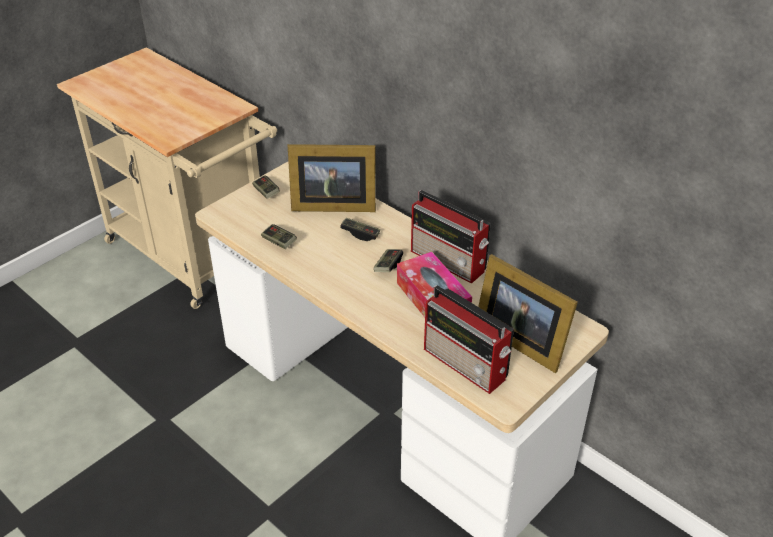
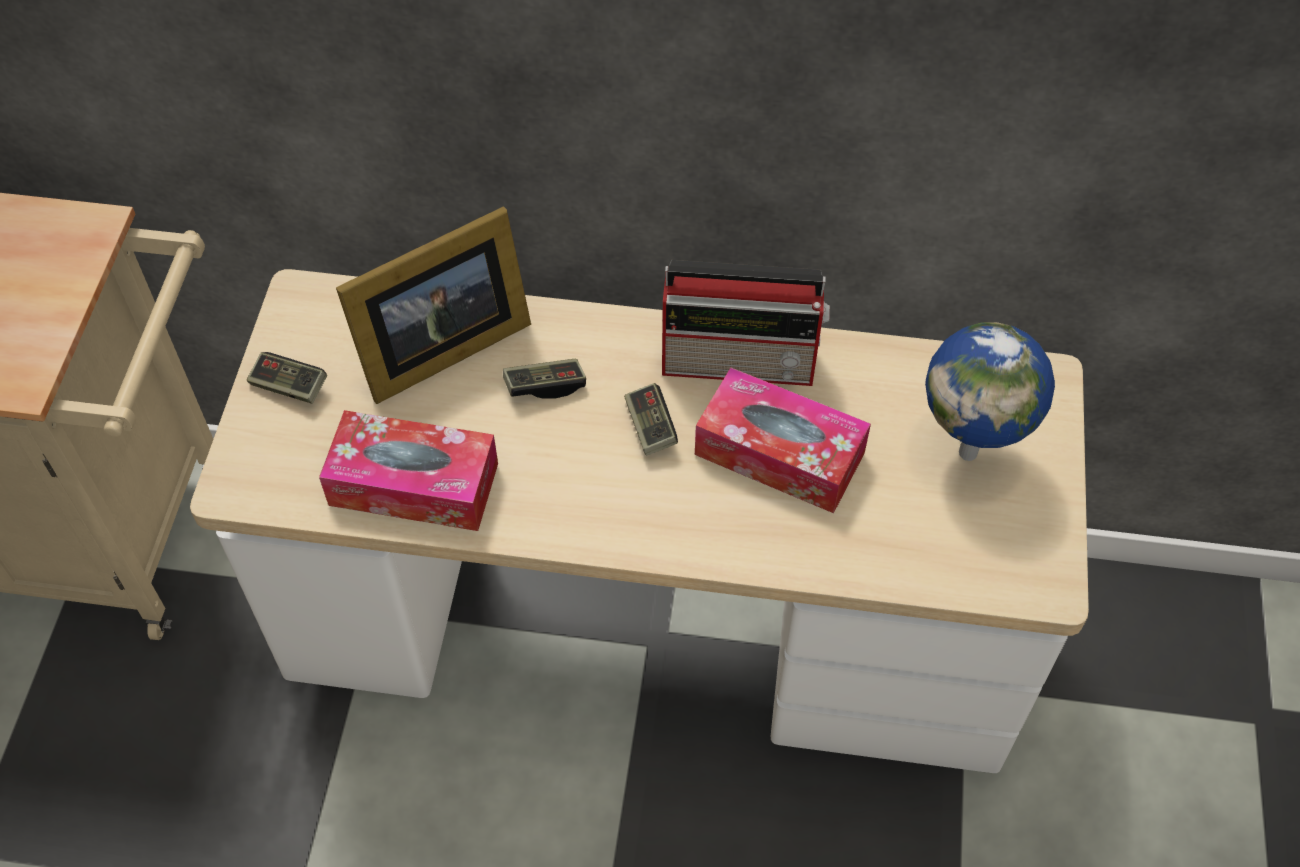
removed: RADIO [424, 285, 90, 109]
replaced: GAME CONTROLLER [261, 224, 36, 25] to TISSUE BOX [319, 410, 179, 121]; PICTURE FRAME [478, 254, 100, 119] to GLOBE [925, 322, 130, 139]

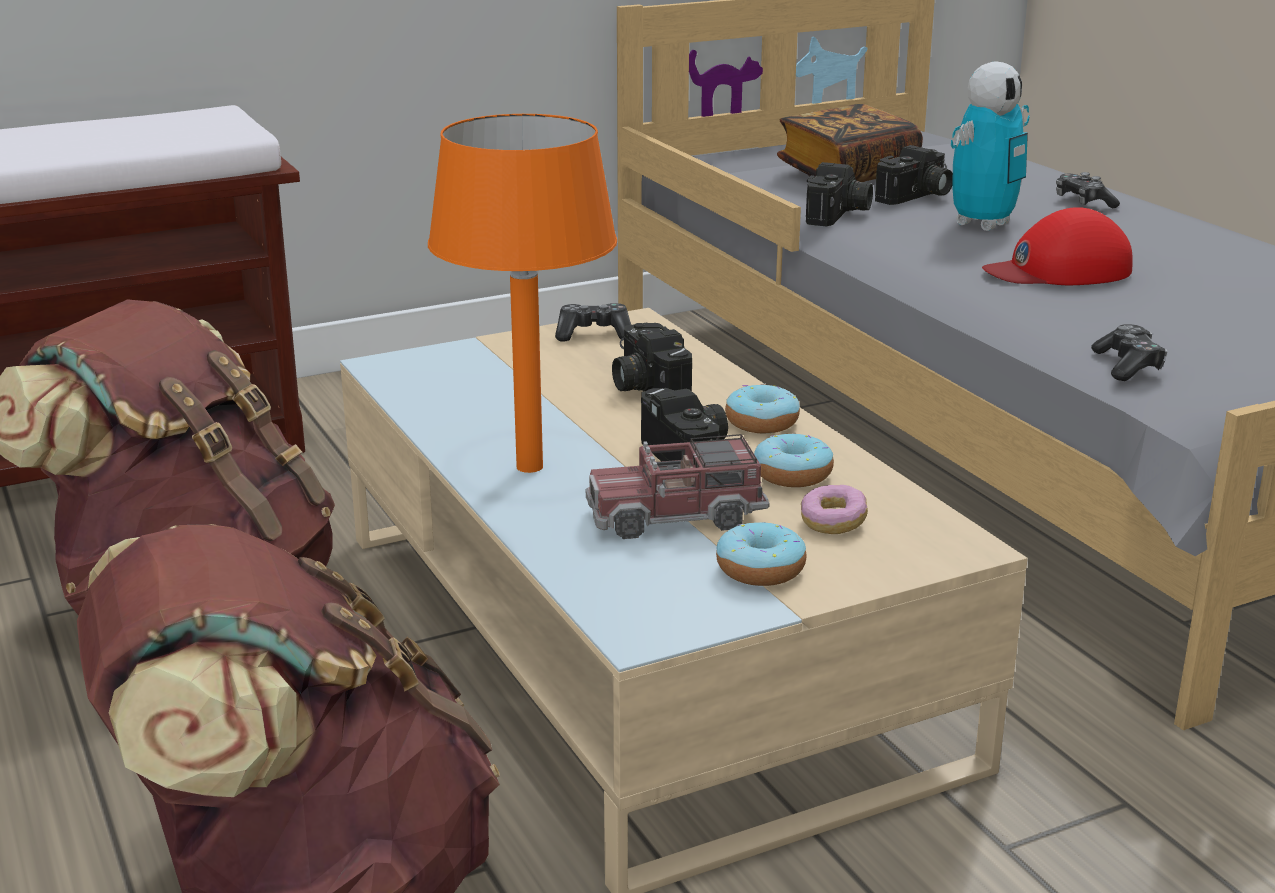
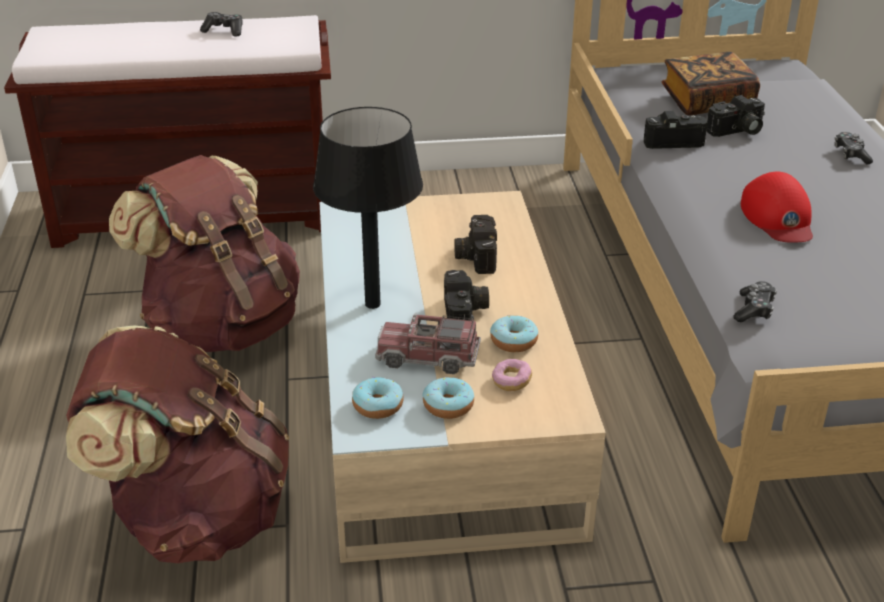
removed: TOY ROBOT [951, 61, 79, 170]
moved: GAME CONTROLLER [555, 303, 76, 39] to [200, 12, 43, 24]; DONUT [725, 383, 75, 50] to [352, 377, 52, 42]
recoloured: ORANGE TABLE LAMP [428, 114, 189, 359] to BLACK TABLE LAMP [313, 107, 110, 202]
turned: PHOTO CAMERA [806, 162, 67, 65] = [643, 111, 65, 38] 135 degrees counterclockwise; RED CAP [982, 207, 151, 78] = [741, 171, 72, 72] 105 degrees counterclockwise

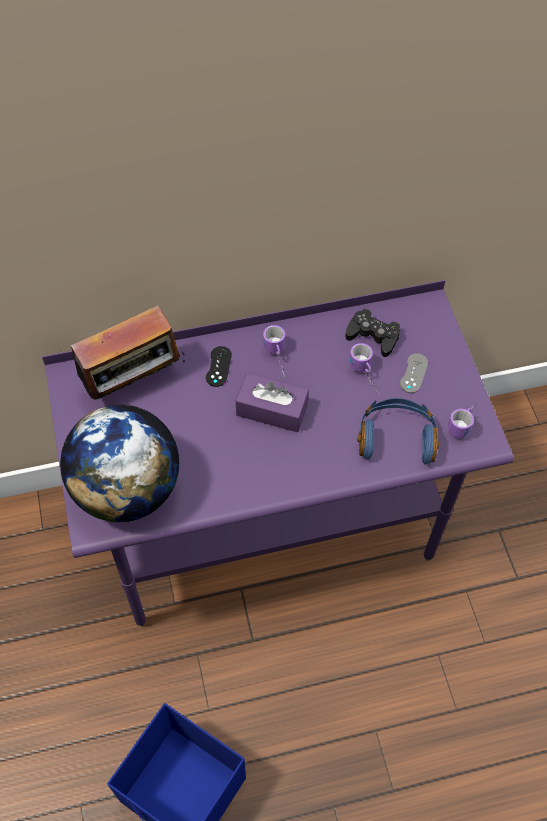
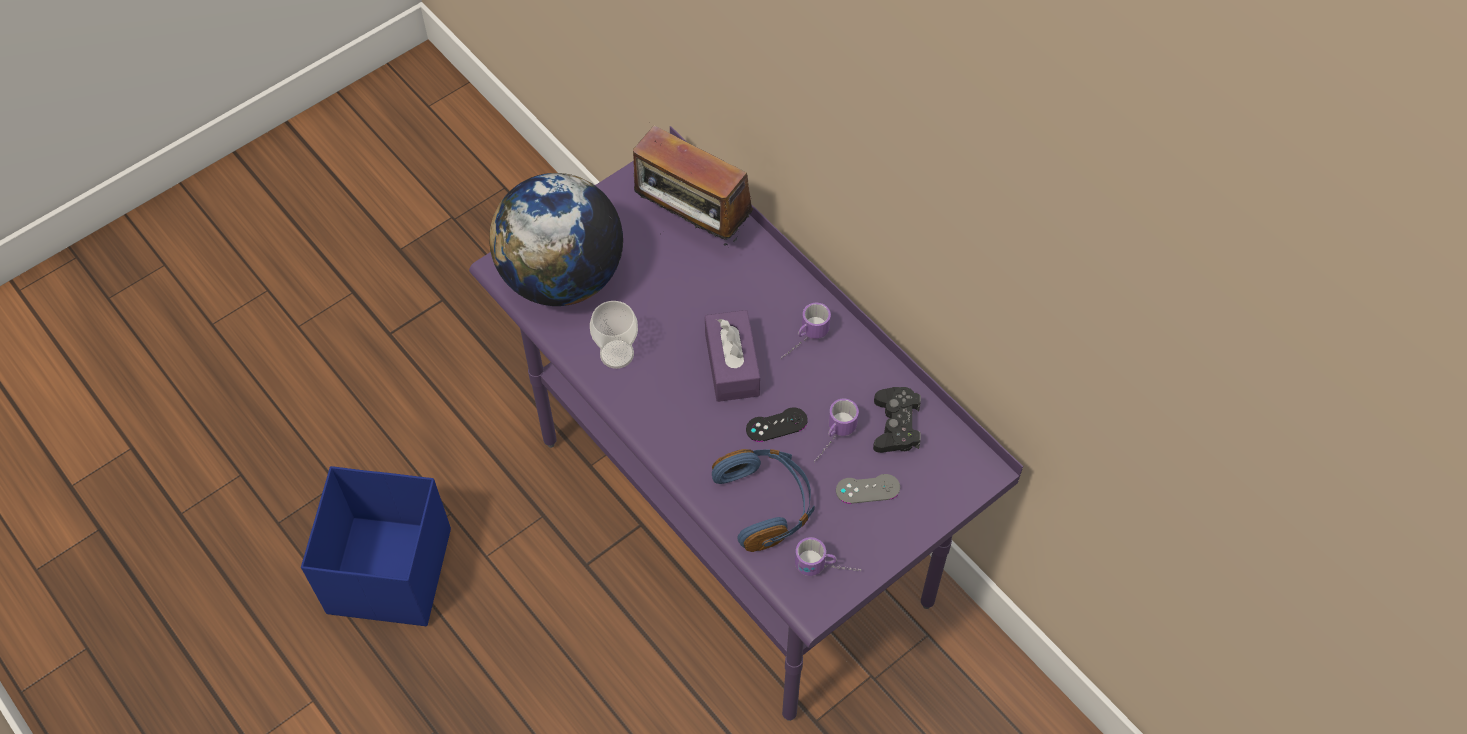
added: CUP [590, 301, 48, 68]
moved: BLACK GAME CONTROLLER [206, 346, 26, 41] to [746, 407, 62, 35]

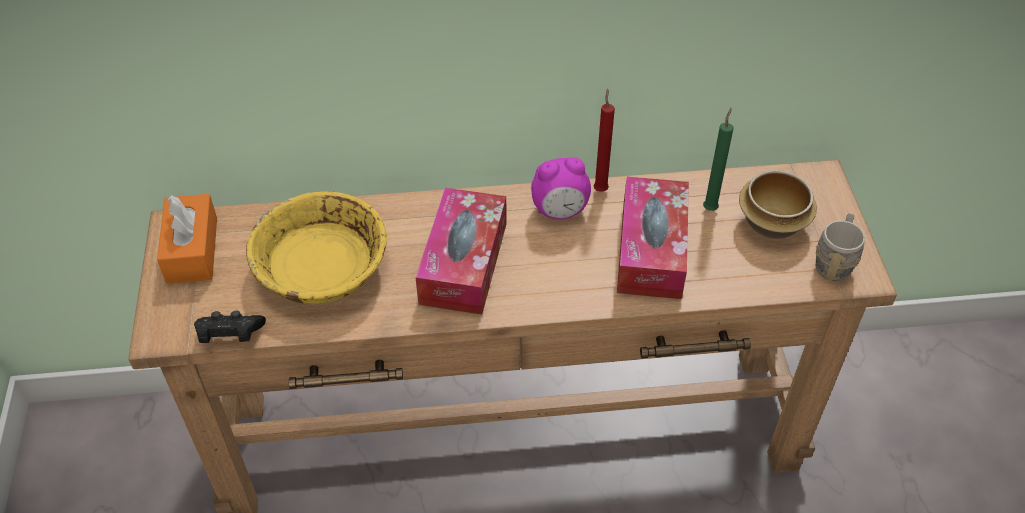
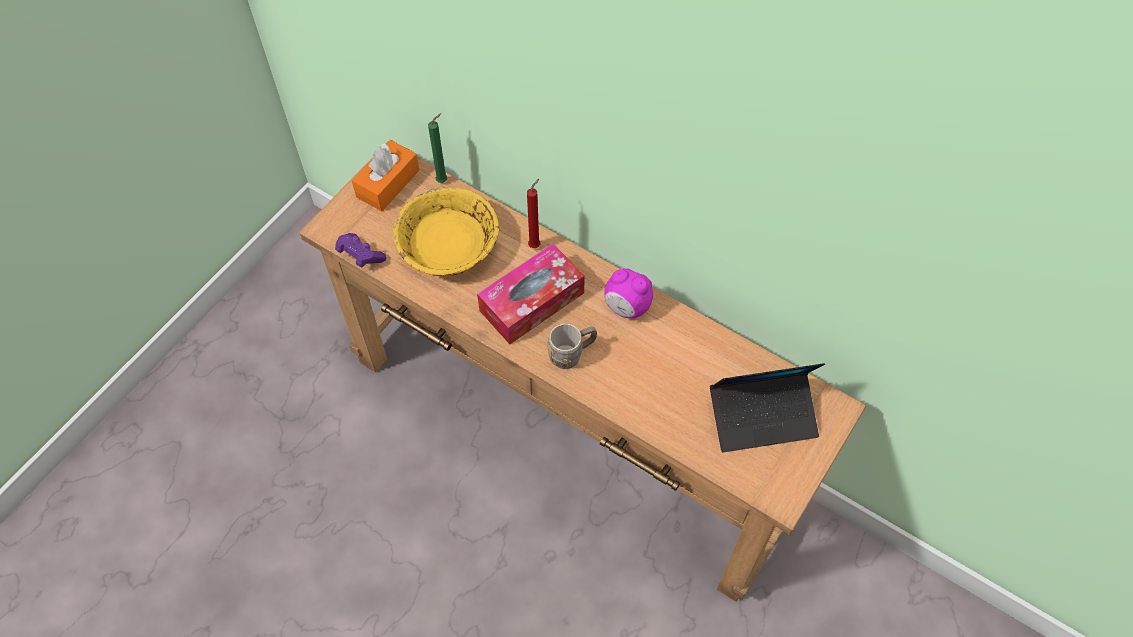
removed: TISSUE BOX [617, 177, 72, 122]
moved: RED CANDLE [594, 88, 21, 104] to [527, 179, 13, 69]; GREEN CANDLE [703, 108, 30, 103] to [428, 113, 19, 70]; GREY MUG [816, 213, 49, 68] to [548, 324, 49, 45]
replaced: BOWL [739, 170, 78, 69] to LAPTOP [710, 363, 115, 89]
recoloured: BLACK GAME CONTROLLER [194, 311, 72, 32] to PURPLE GAME CONTROLLER [335, 233, 52, 35]

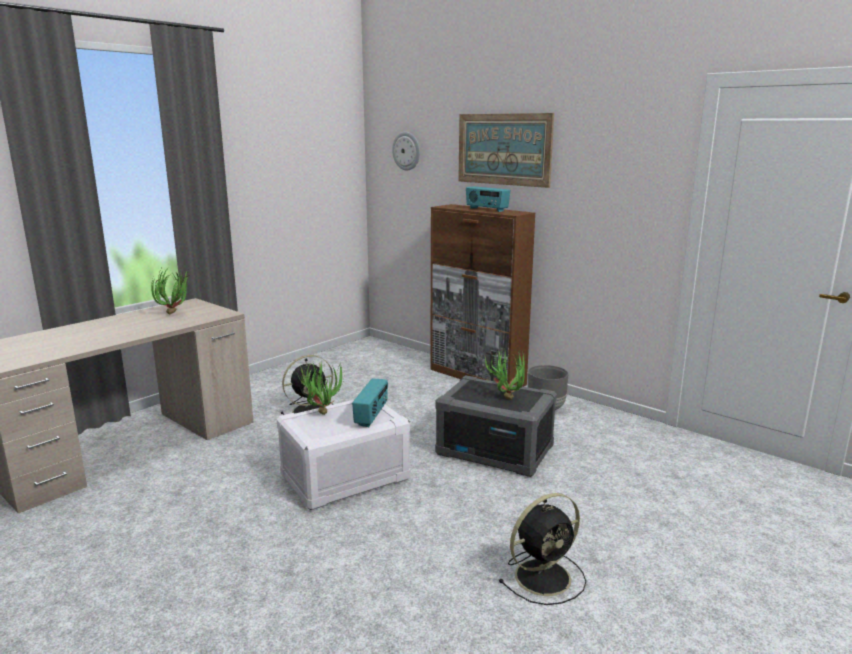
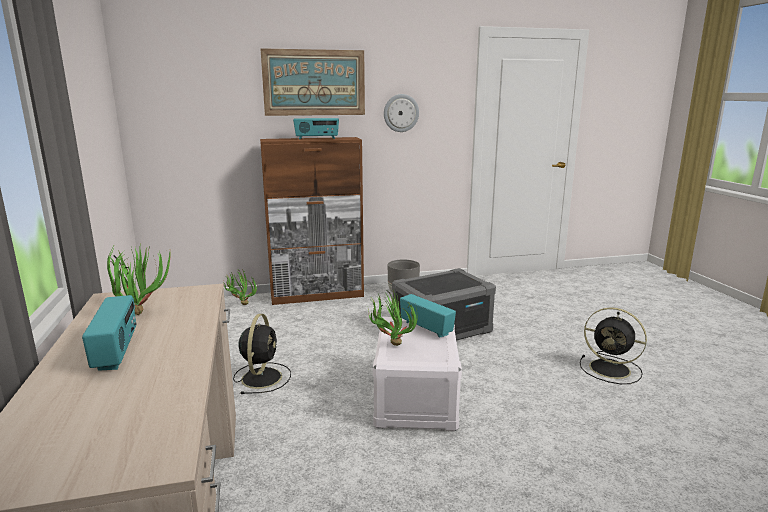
added: RADIO [82, 295, 55, 76]
moved: WALL CLOCK [392, 132, 28, 39] to [384, 94, 35, 38]; POTTED PLANT [483, 350, 42, 50] to [223, 269, 34, 36]
turned: BLACK FAN [498, 493, 88, 112] = [580, 307, 67, 77] 120 degrees clockwise

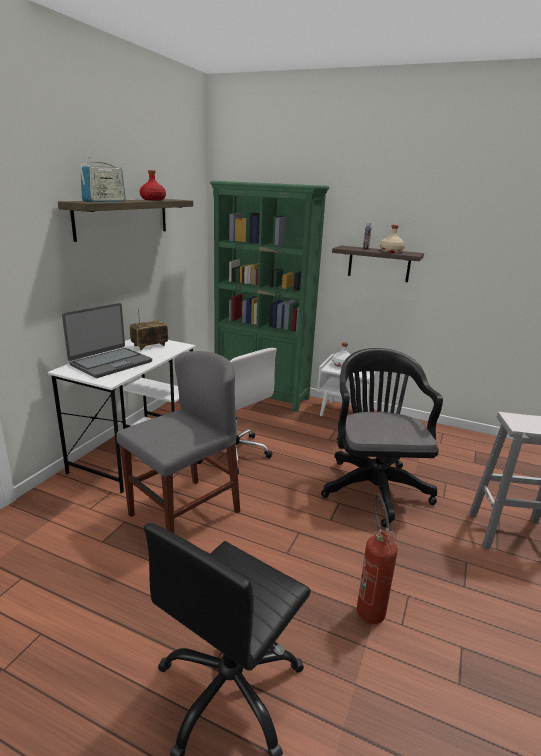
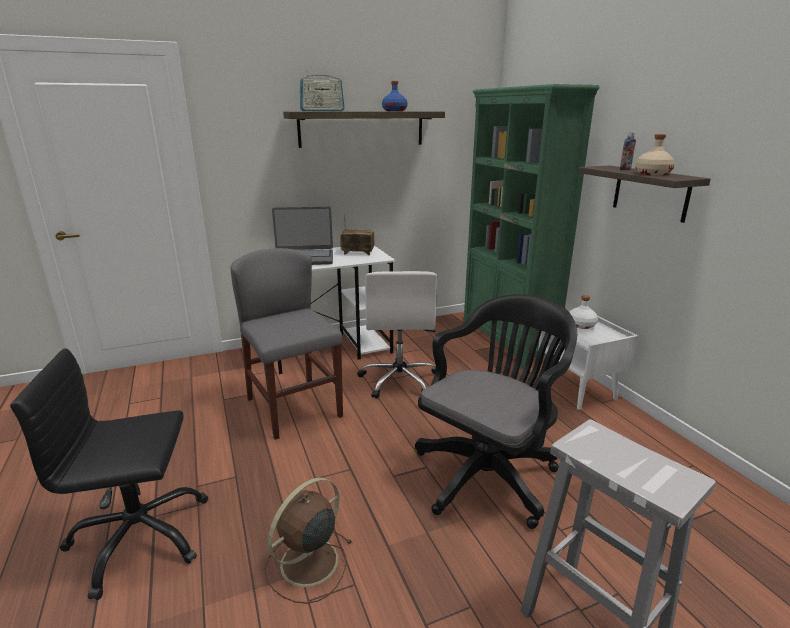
replaced: FIRE EXTINGUISHER [357, 493, 41, 131] to BROWN FAN [265, 478, 86, 126]
recoloured: RED BOTTLE [140, 170, 26, 31] to BLUE BOTTLE [382, 81, 25, 30]
turned: GREY CHAIR [116, 351, 124, 182] = [230, 248, 113, 192] 120 degrees counterclockwise

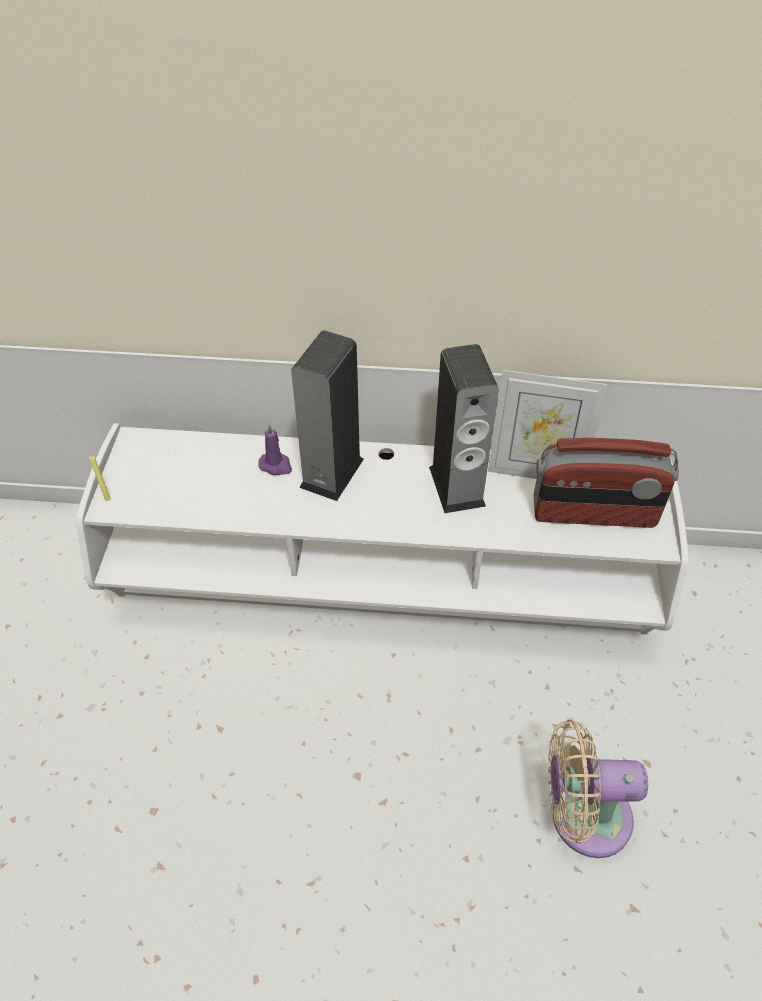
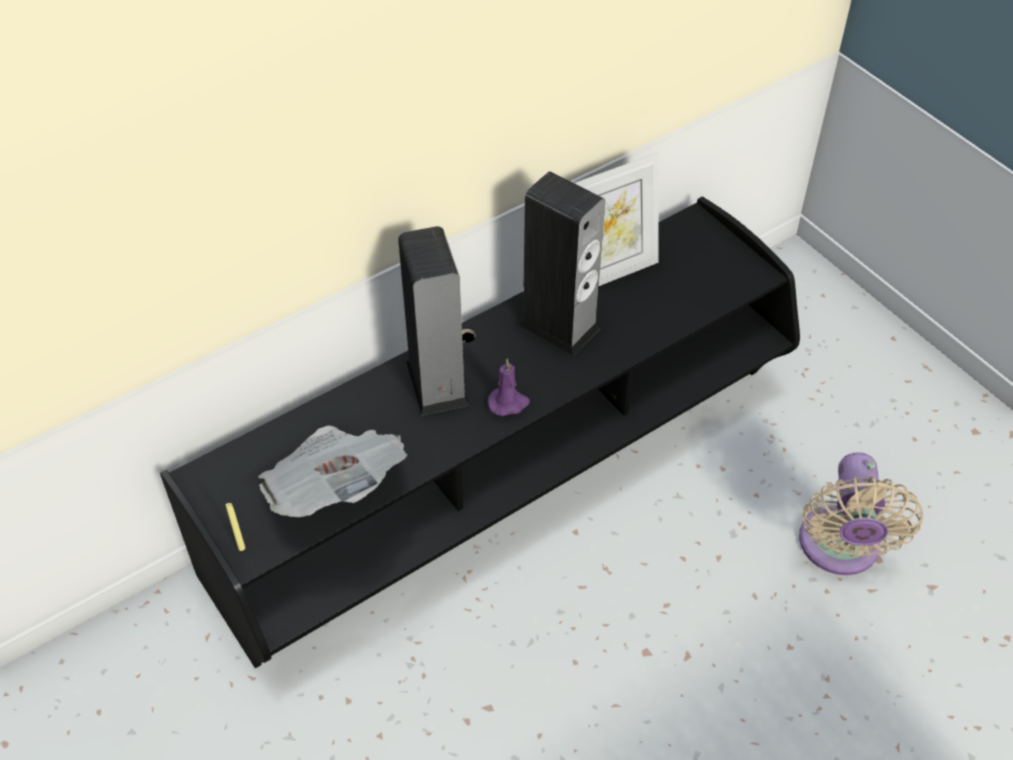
removed: RADIO [534, 438, 145, 90]
added: NEWSPAPER [258, 426, 149, 91]
moved: PURPLE CANDLE [258, 424, 34, 51] to [488, 359, 42, 57]
recoloured: WHITE TV STAND [76, 423, 613, 211] to BLACK TV STAND [160, 197, 640, 471]
turned: BEIGE FAN [548, 720, 100, 138] = [799, 452, 124, 123] 45 degrees counterclockwise

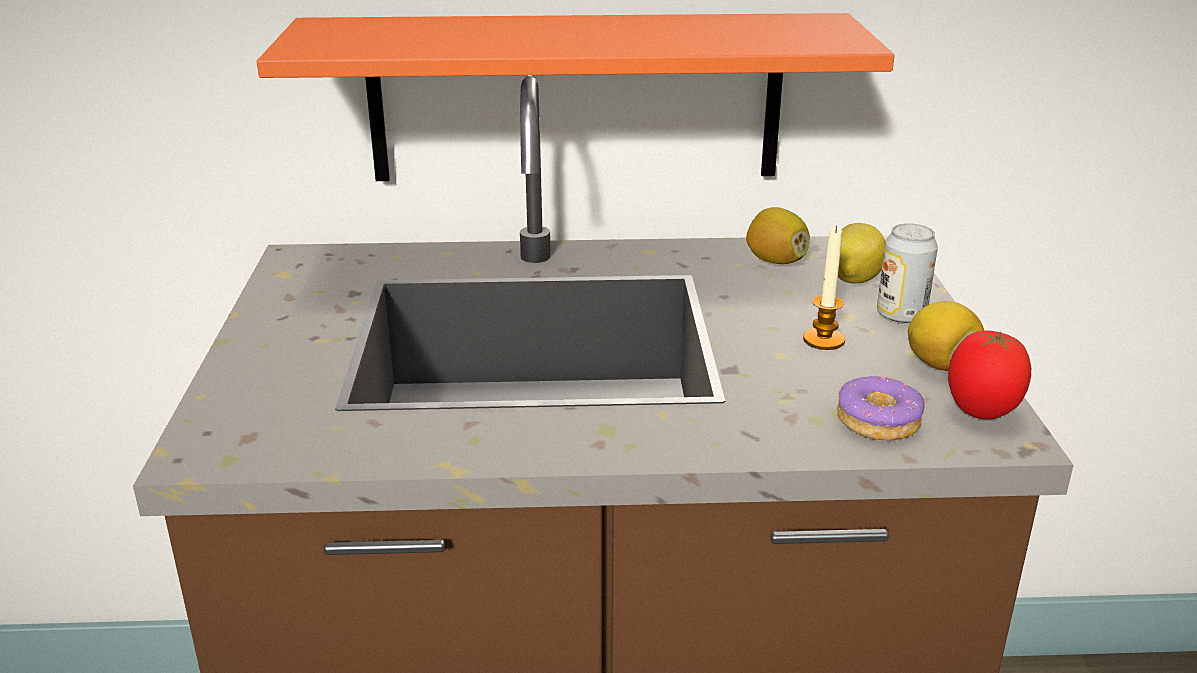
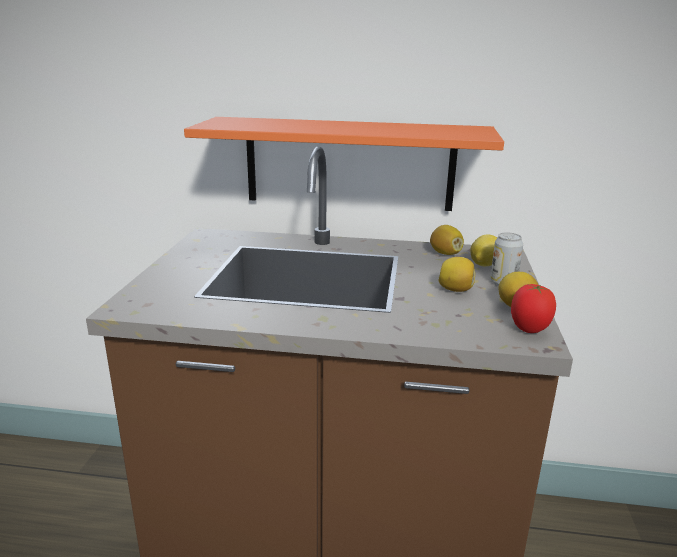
removed: DONUT [837, 376, 87, 64]
replaced: CANDLE [803, 226, 42, 124] to LEMON [438, 257, 37, 35]

